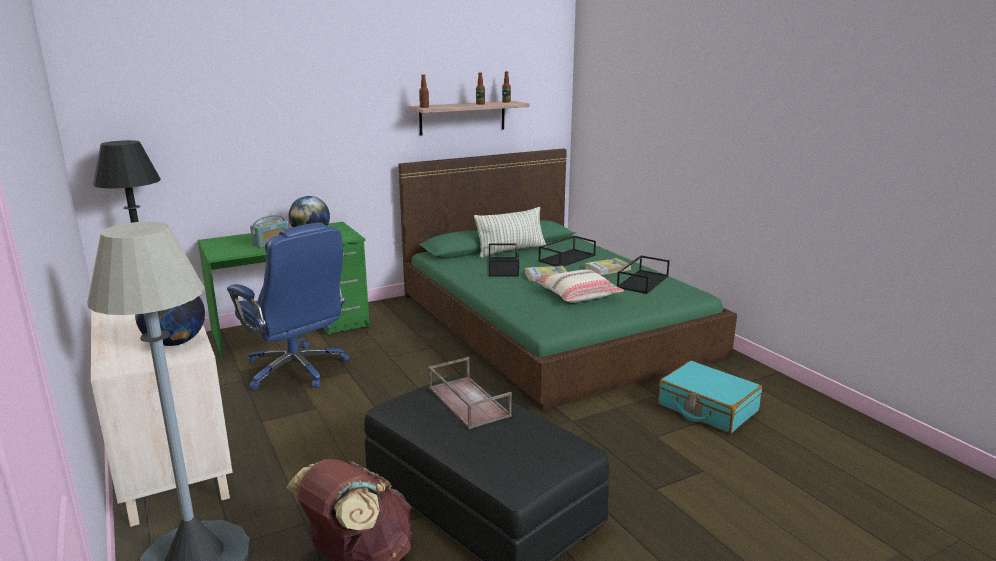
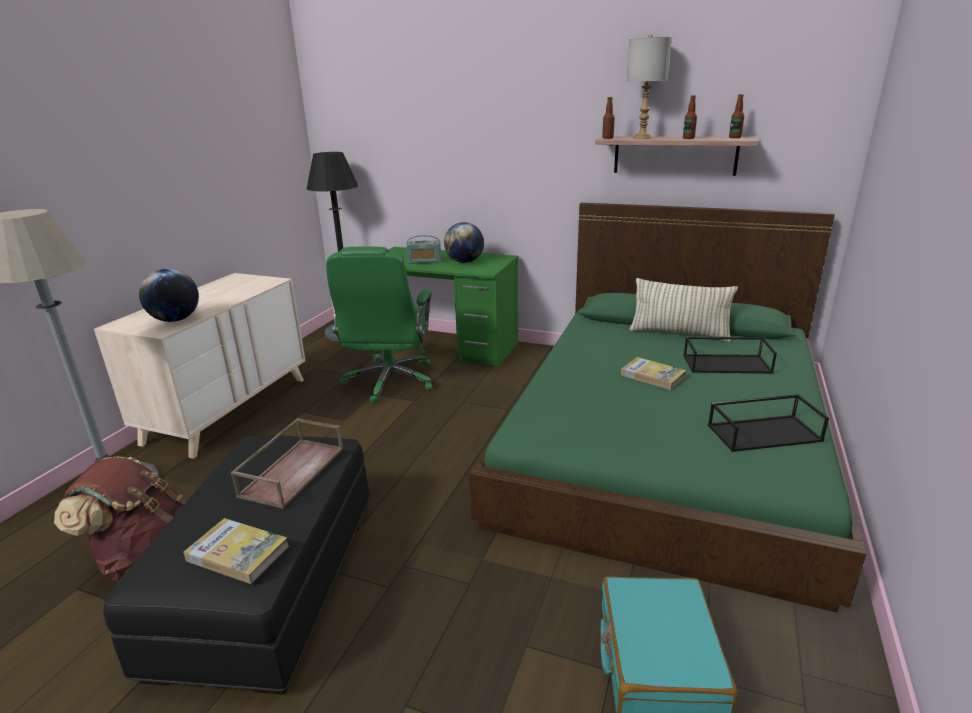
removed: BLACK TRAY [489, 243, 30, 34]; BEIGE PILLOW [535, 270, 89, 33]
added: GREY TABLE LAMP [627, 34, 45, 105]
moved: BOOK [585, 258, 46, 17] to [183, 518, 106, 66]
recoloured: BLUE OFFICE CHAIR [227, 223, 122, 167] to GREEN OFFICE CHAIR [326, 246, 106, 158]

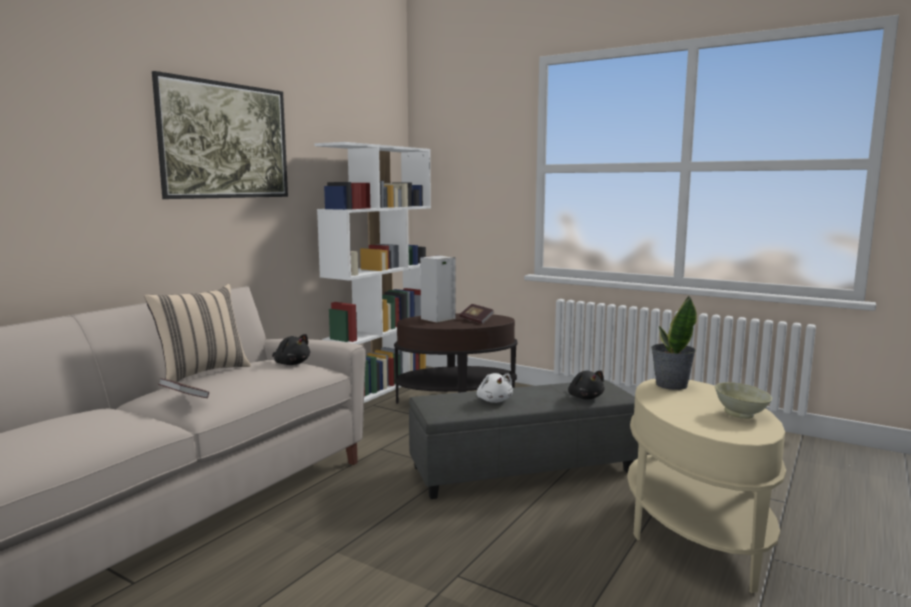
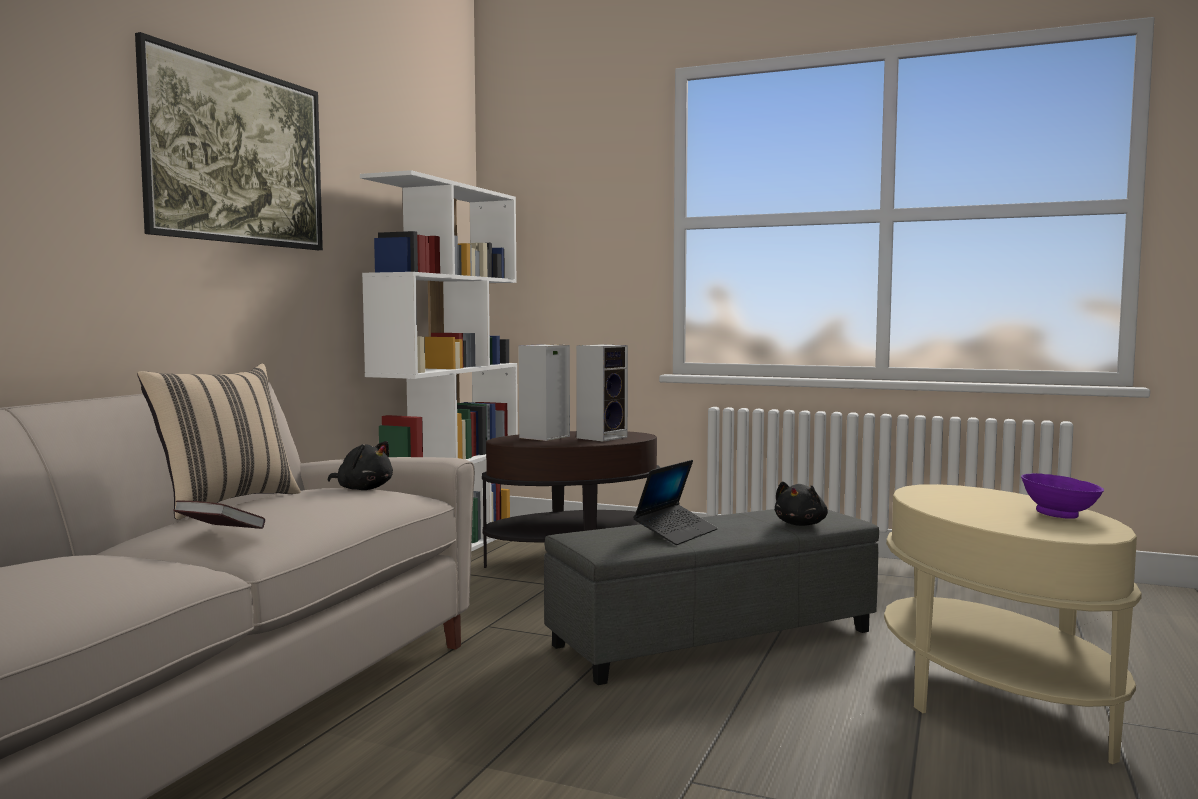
removed: POTTED PLANT [651, 296, 46, 94]
replaced: BOOK [460, 304, 34, 20] to SPEAKER [576, 344, 52, 98]; WHITE PLUSH TOY [477, 373, 36, 30] to LAPTOP [633, 460, 85, 85]
recoloured: BEIGE BOWL [715, 382, 57, 37] to PURPLE BOWL [1021, 473, 83, 46]
turned: BLACK PLUSH TOY [568, 370, 37, 30] = [775, 481, 53, 45] 60 degrees clockwise

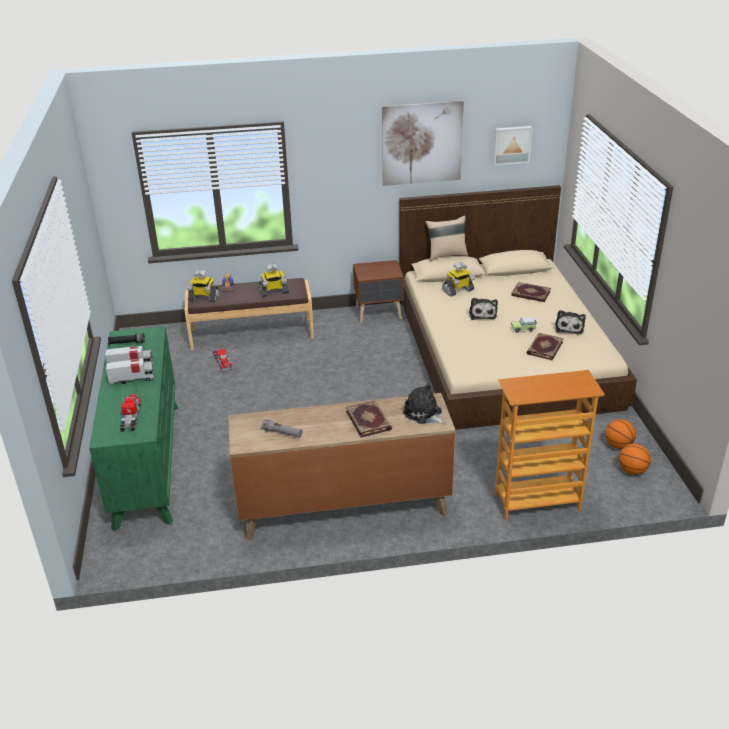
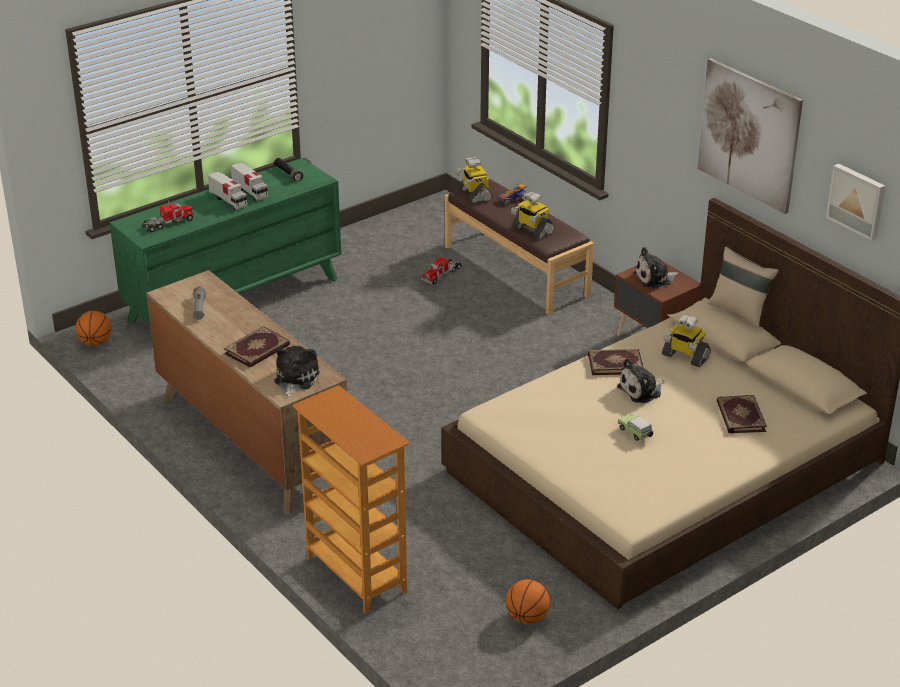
moved: BOOK [526, 333, 37, 27] to [588, 349, 56, 26]; PLUSH TOY [555, 310, 31, 24] to [634, 247, 45, 41]; BASKETBALL [619, 444, 32, 31] to [76, 311, 36, 35]

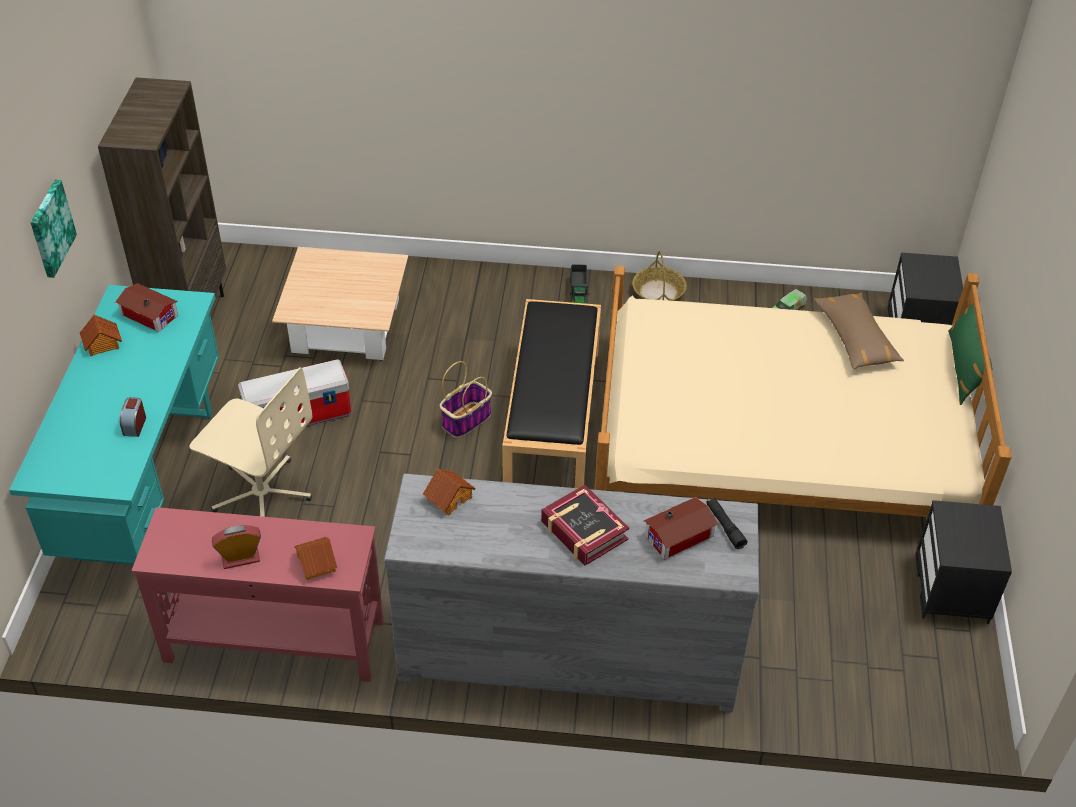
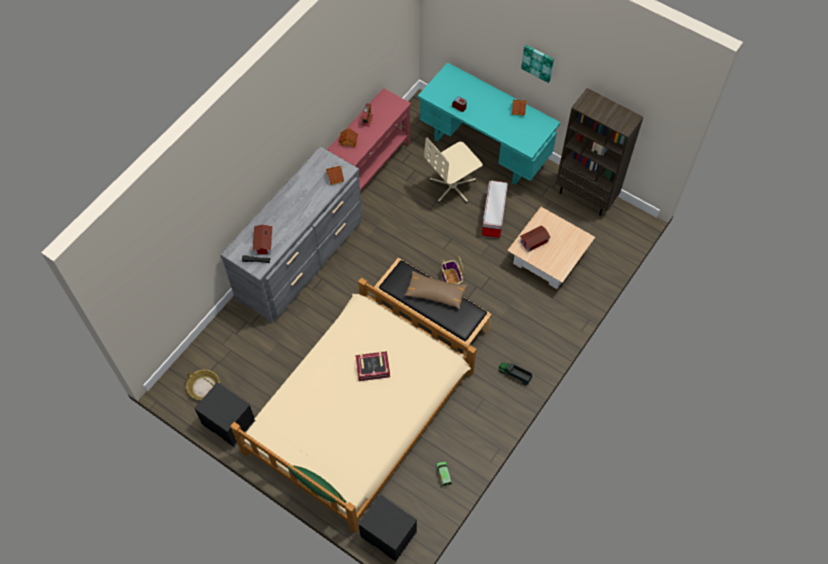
moved: TOY HOUSE [115, 284, 63, 48] to [520, 225, 31, 27]; BOOK [541, 485, 88, 81] to [355, 351, 35, 30]; BASKET [632, 251, 55, 50] to [186, 369, 34, 31]; BROWN PILLOW [814, 293, 90, 77] to [404, 271, 64, 38]

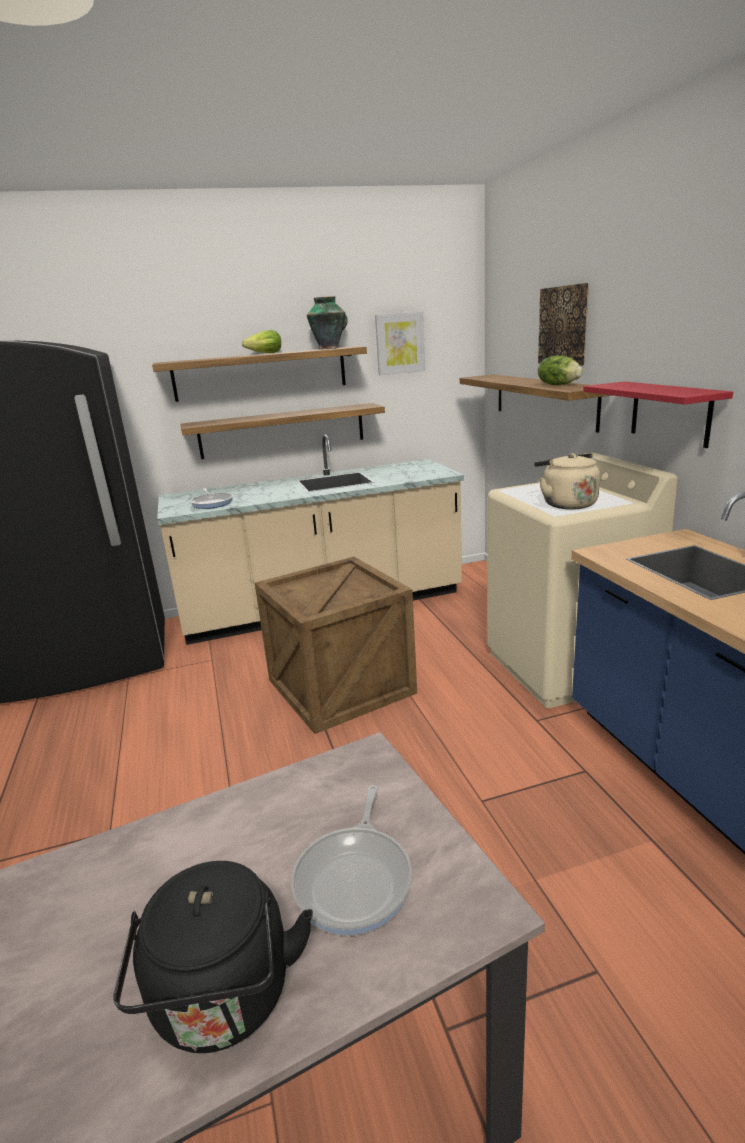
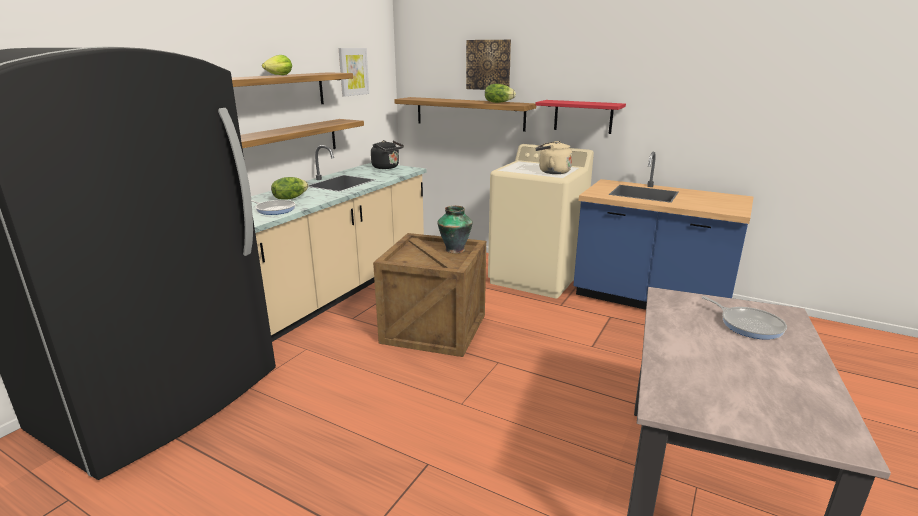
added: LETTUCE [271, 177, 37, 23]
moved: BLACK KETTLE [113, 861, 200, 192] to [371, 140, 33, 29]; VASE [307, 296, 41, 54] to [437, 206, 36, 47]

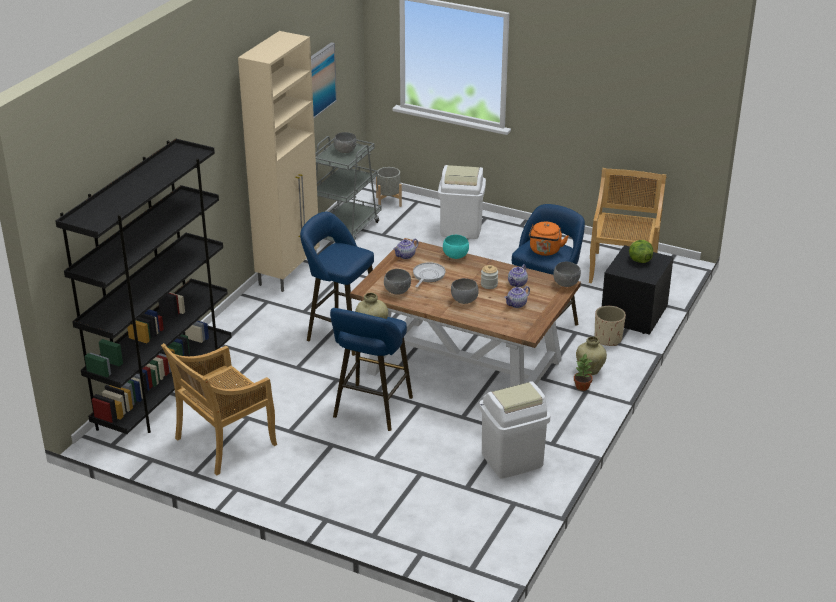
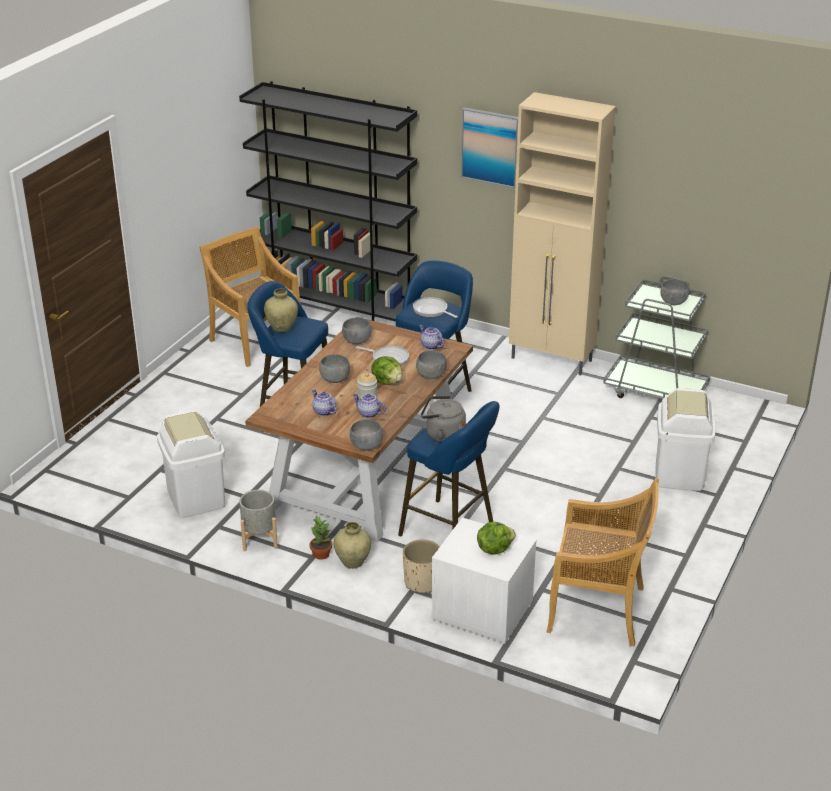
added: LETTUCE [371, 357, 31, 28]; FRYING PAN [413, 297, 45, 21]
moved: PICTURE [311, 42, 26, 76] to [461, 107, 57, 81]; GREY PLANTER [376, 167, 26, 40] to [239, 490, 39, 61]
recoloured: TURQUOISE BOWL [443, 235, 26, 24] to GREY BOWL [416, 350, 31, 29]; ORANGE KETTLE [529, 222, 39, 34] to GREY KETTLE [421, 396, 45, 46]; BLACK NIGHTSTAND [602, 245, 72, 90] to WHITE NIGHTSTAND [432, 517, 105, 127]

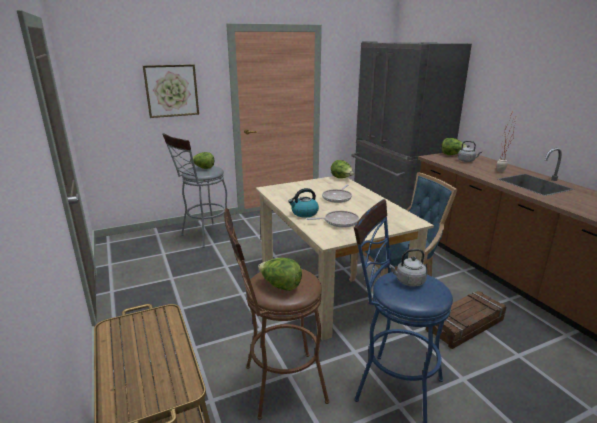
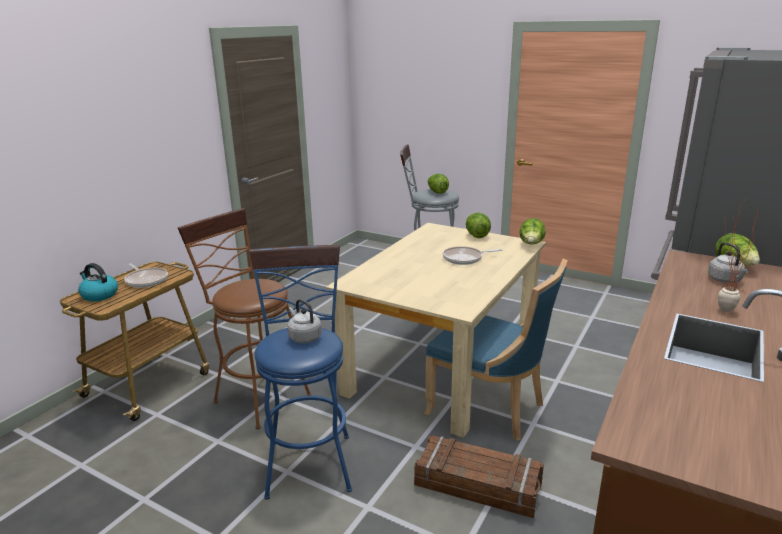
removed: PICTURE [143, 64, 56, 54]
moved: LETTUCE [258, 258, 44, 33] to [466, 213, 25, 25]; KETTLE [288, 188, 31, 29] to [78, 263, 40, 38]; FRYING PAN [306, 211, 53, 17] to [124, 263, 44, 25]

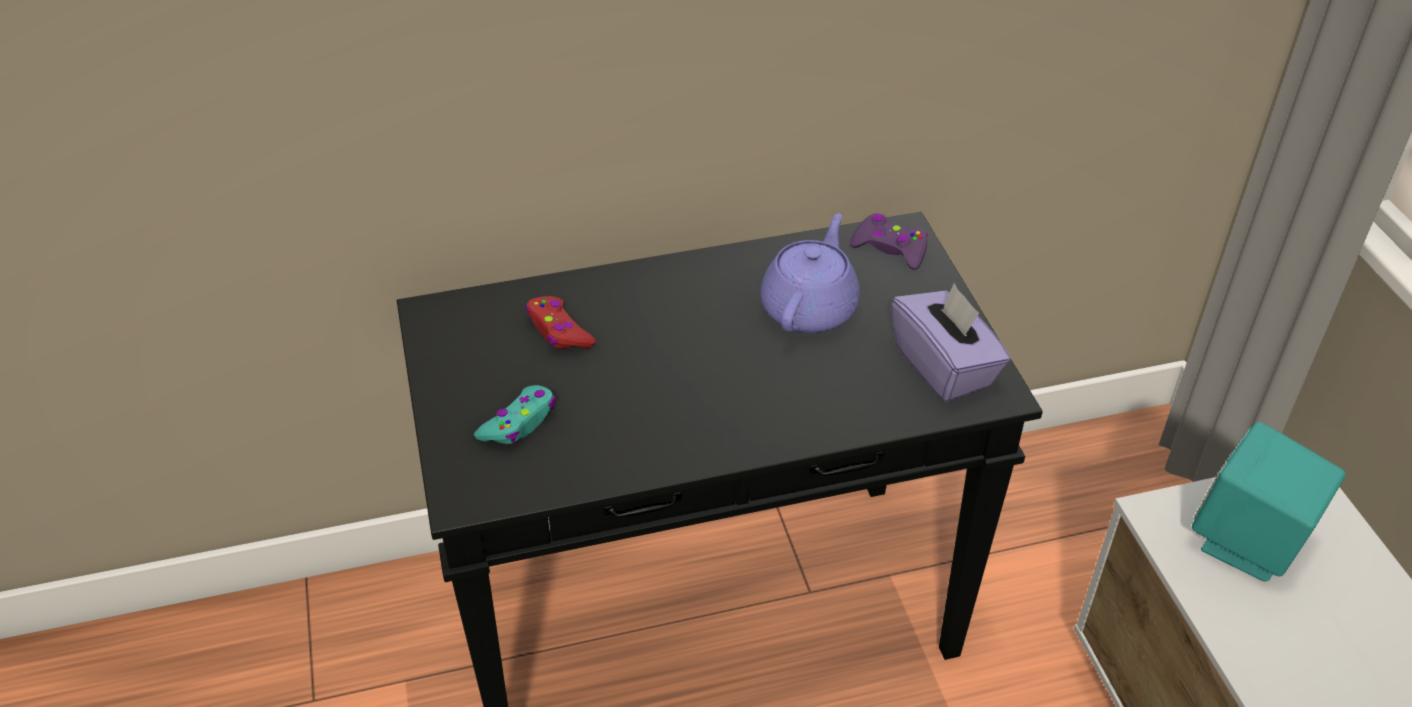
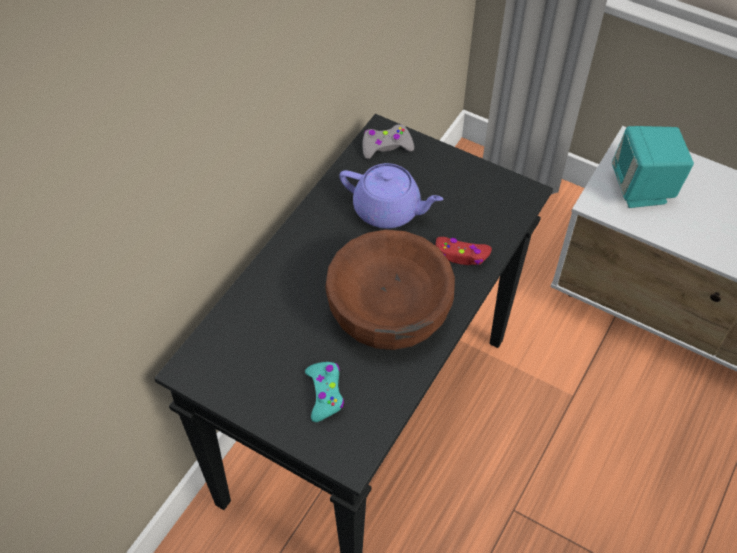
removed: PURPLE TISSUE BOX [891, 283, 119, 119]
added: BROWN BOWL [325, 230, 130, 120]
moved: RED GAME CONTROLLER [526, 296, 70, 53] to [436, 237, 56, 28]
recoloured: PURPLE GAME CONTROLLER [850, 213, 78, 57] to GREY GAME CONTROLLER [362, 125, 52, 34]
turned: PURPLE TEAPOT [760, 213, 100, 120] = [339, 163, 104, 65] 135 degrees clockwise

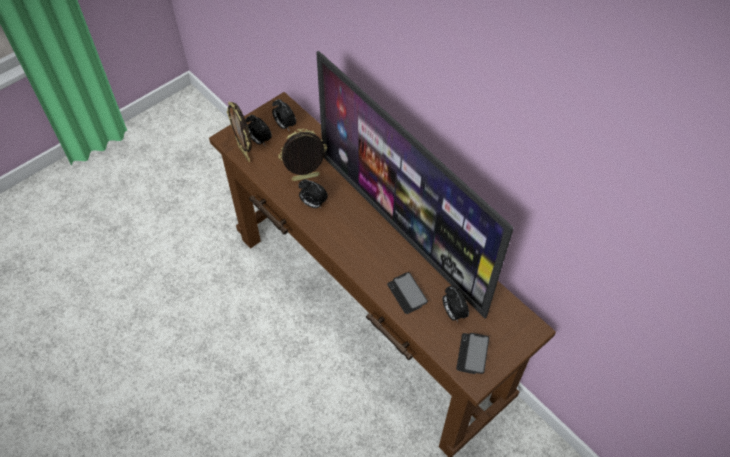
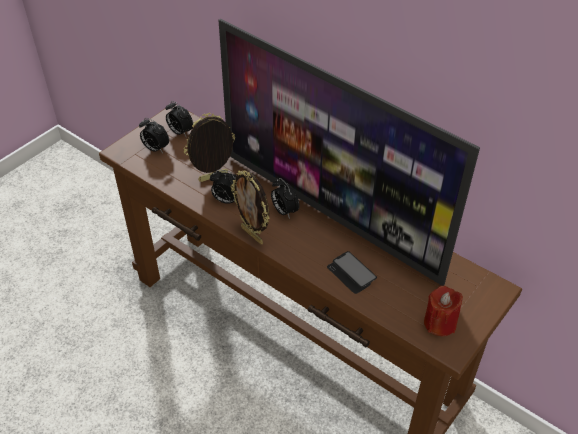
moved: PICTURE FRAME [227, 101, 25, 61] to [231, 170, 38, 75]; ALARM CLOCK [443, 286, 26, 37] to [271, 178, 28, 41]
replaced: PHONE [456, 333, 33, 41] to RED CANDLE [424, 286, 39, 50]

